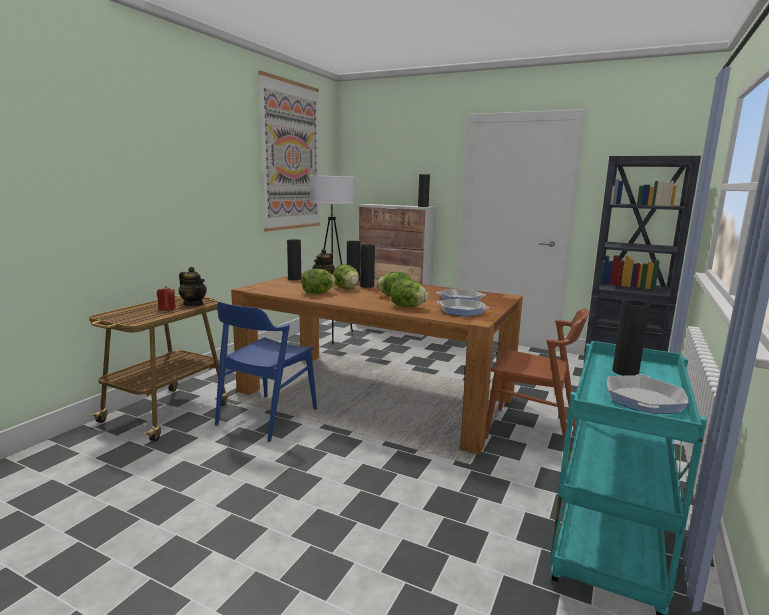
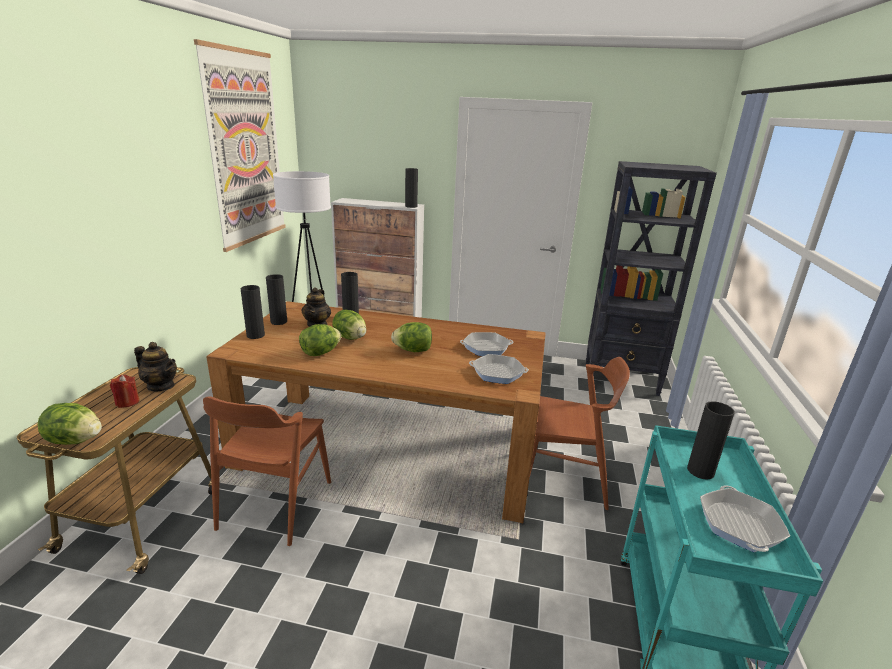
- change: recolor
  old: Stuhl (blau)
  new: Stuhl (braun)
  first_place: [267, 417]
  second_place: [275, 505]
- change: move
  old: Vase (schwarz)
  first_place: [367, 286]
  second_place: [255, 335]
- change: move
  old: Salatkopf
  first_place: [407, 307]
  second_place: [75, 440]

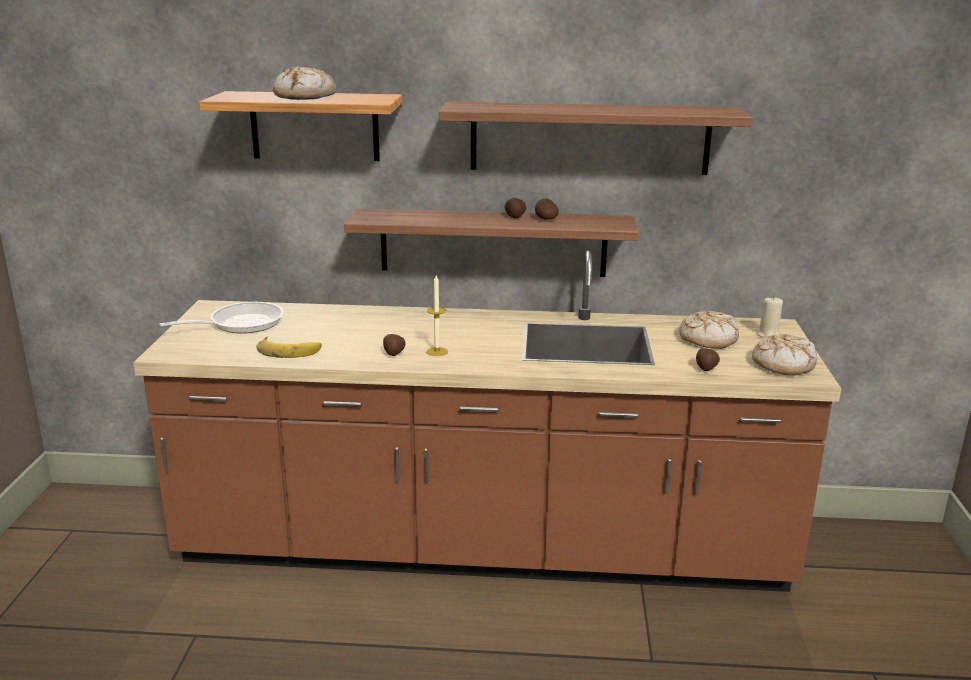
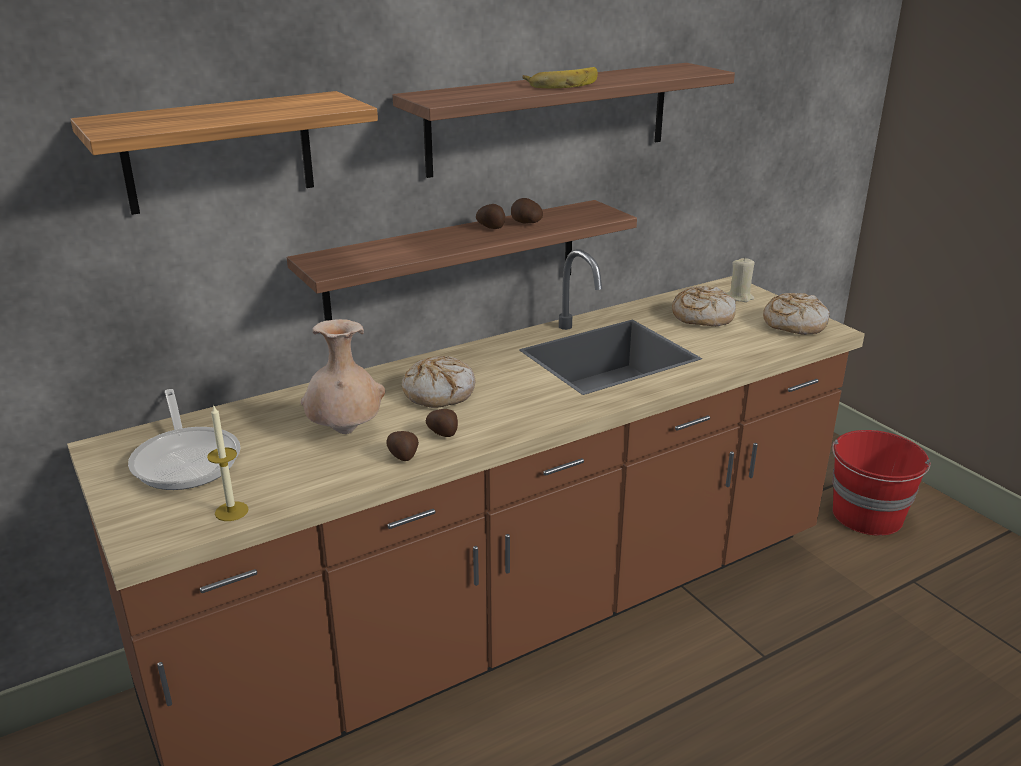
- change: rotate
  old: Pfanne
  first_place: [239, 324]
  second_place: [187, 459]
  degrees: 135
- change: move
  old: Banane
  first_place: [289, 350]
  second_place: [561, 83]
- change: move
  old: Brot
  first_place: [305, 96]
  second_place: [439, 392]
- change: move
  old: Kerze
  first_place: [437, 351]
  second_place: [231, 511]
- change: move
  old: Kartoffel
  first_place: [706, 368]
  second_place: [403, 456]
- change: insert
  new: Vase (beige)
  second_place: [345, 431]
- change: insert
  new: Eimer (rot)
  second_place: [867, 516]

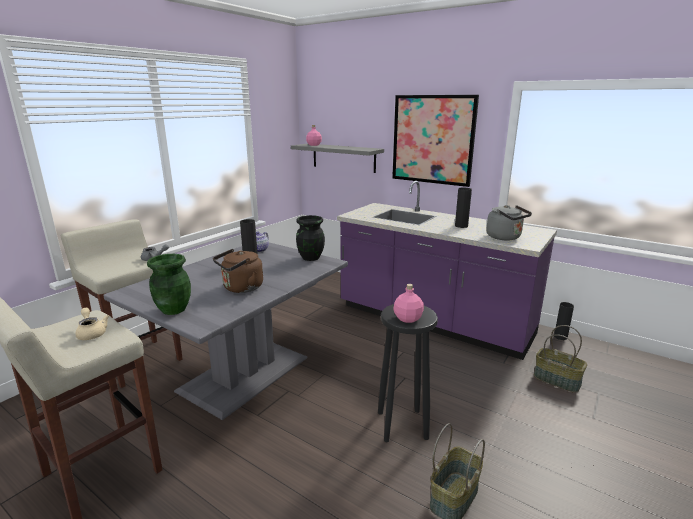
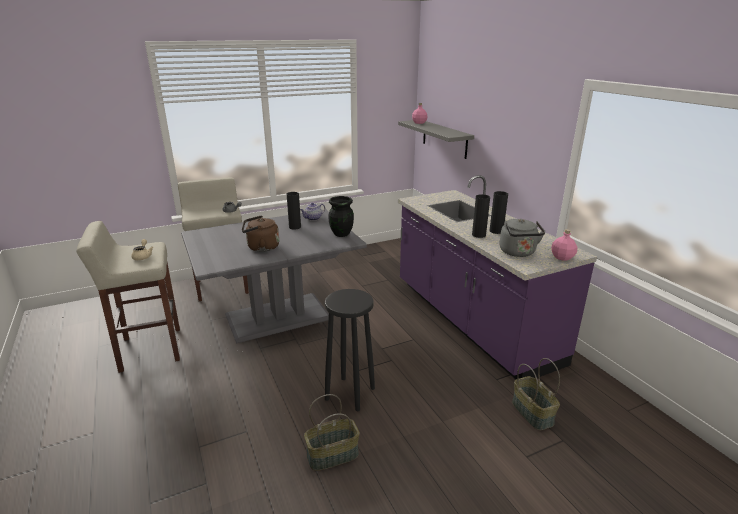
- change: delete
  old: Vase (grün)
  first_place: [174, 309]
- change: delete
  old: Bild
  first_place: [433, 139]
- change: move
  old: Flasche (rosa)
  first_place: [408, 318]
  second_place: [562, 257]
- change: move
  old: Vase (schwarz)
  first_place: [560, 337]
  second_place: [478, 235]

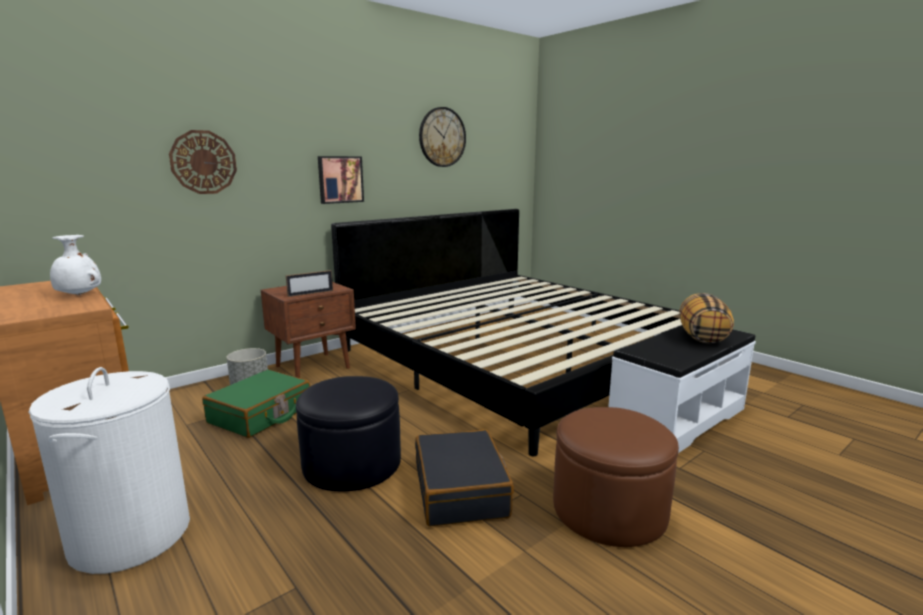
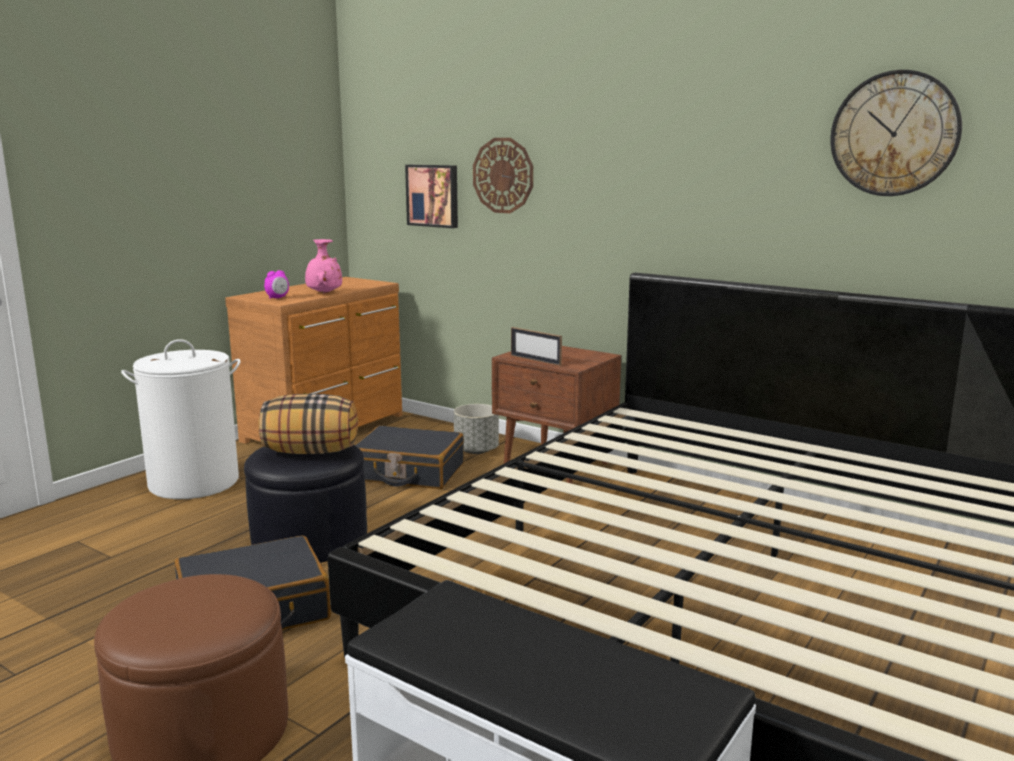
- change: recolor
  old: Vase (weiß)
  new: Vase (rosa)
  first_place: [78, 295]
  second_place: [323, 293]
- change: recolor
  old: Koffer (grün)
  new: Koffer (schwarz)
  first_place: [261, 415]
  second_place: [408, 472]
- change: move
  old: Bild
  first_place: [340, 179]
  second_place: [433, 195]
- change: move
  old: Kissen
  first_place: [702, 337]
  second_place: [311, 452]
- change: insert
  new: Wecker
  second_place: [277, 298]

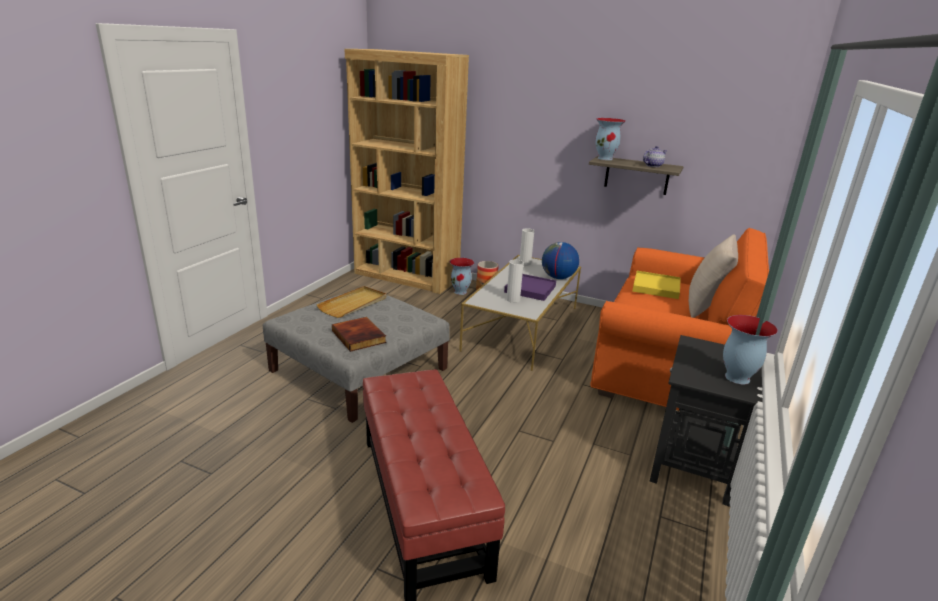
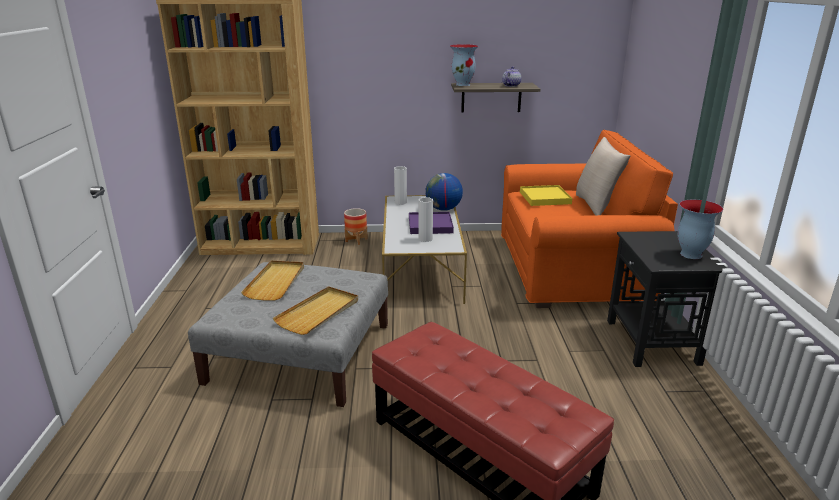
- change: replace
  old: Buch
  new: Tablett (beige)
  first_place: [360, 336]
  second_place: [318, 313]
- change: delete
  old: Vase
  first_place: [461, 292]

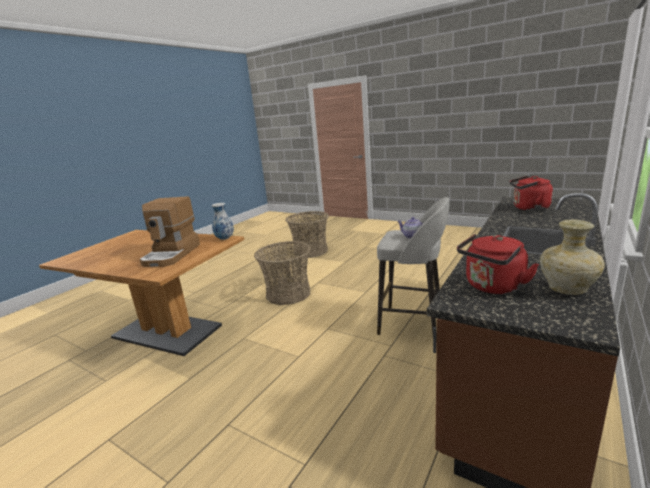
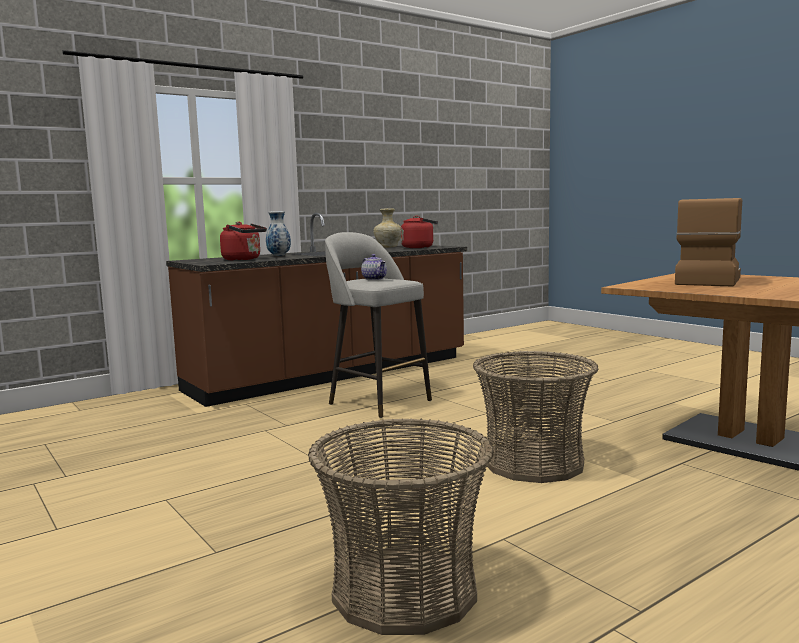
- change: move
  old: Vase
  first_place: [225, 238]
  second_place: [278, 255]

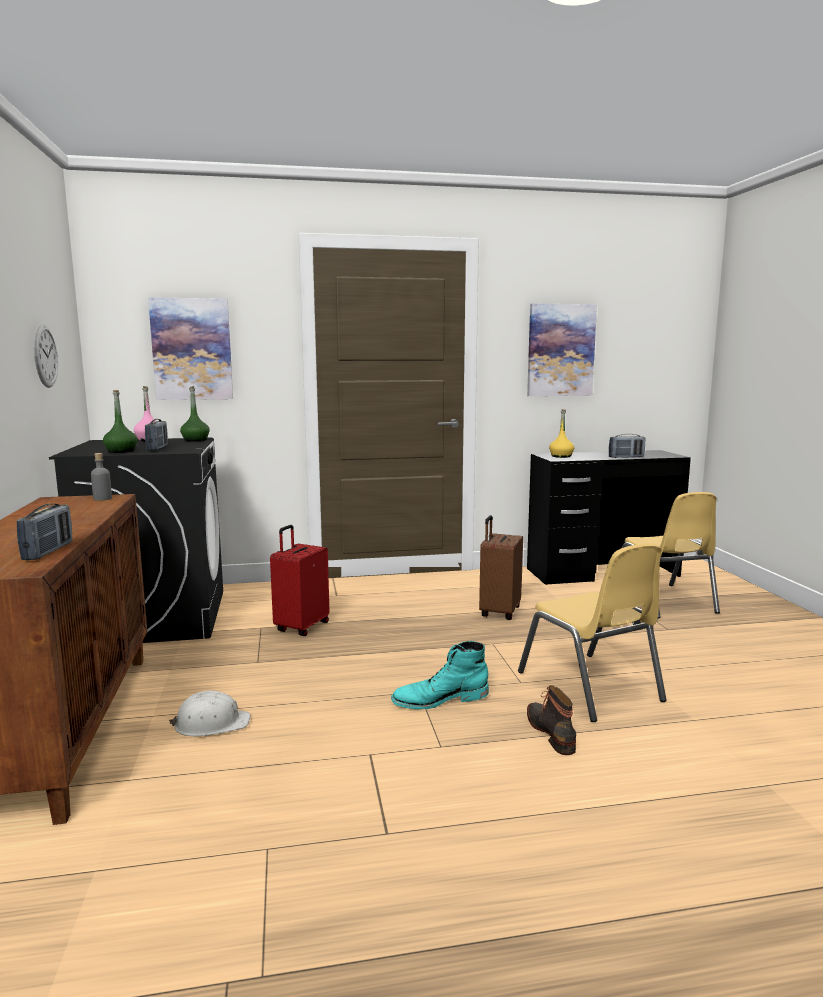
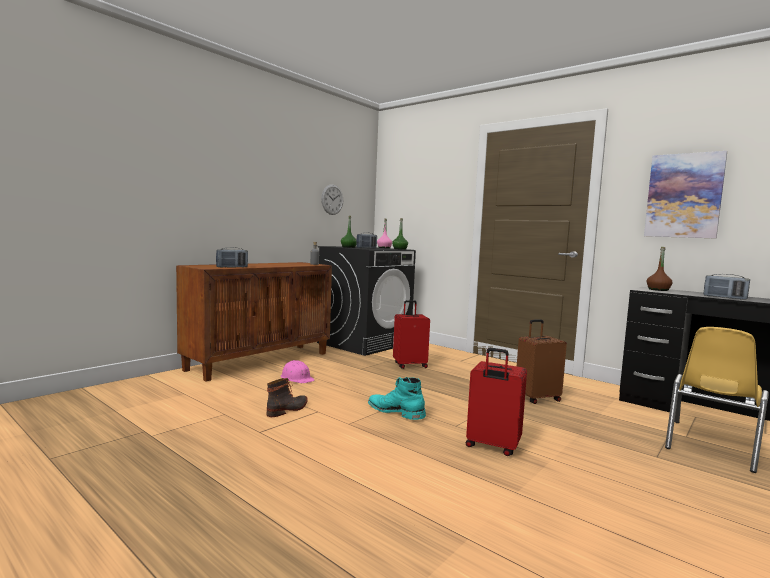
- change: delete
  old: Bild
  first_place: [192, 349]
- change: recolor
  old: Schutzhelm (weiß)
  new: Schutzhelm (rosa)
  first_place: [211, 724]
  second_place: [297, 378]
- change: replace
  old: Stuhl (gelb)
  new: Koffer (rot)
  first_place: [590, 686]
  second_place: [492, 446]
- change: move
  old: Stiefel
  first_place: [552, 732]
  second_place: [288, 409]
- change: recolor
  old: Flasche (gelb)
  new: Flasche (braun)
  first_place: [561, 456]
  second_place: [658, 290]

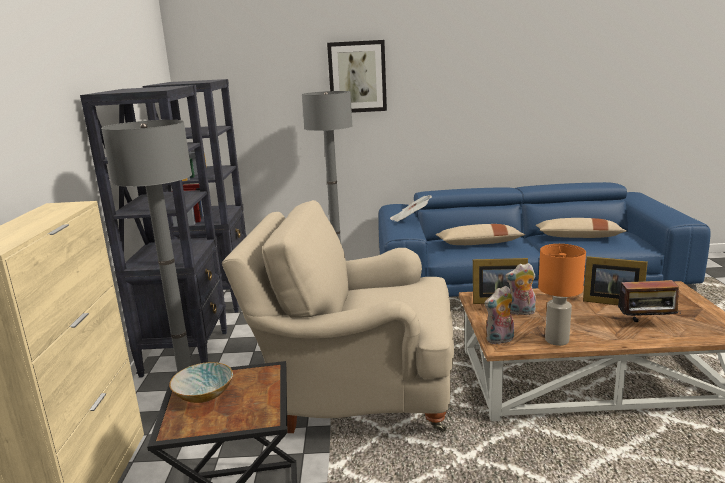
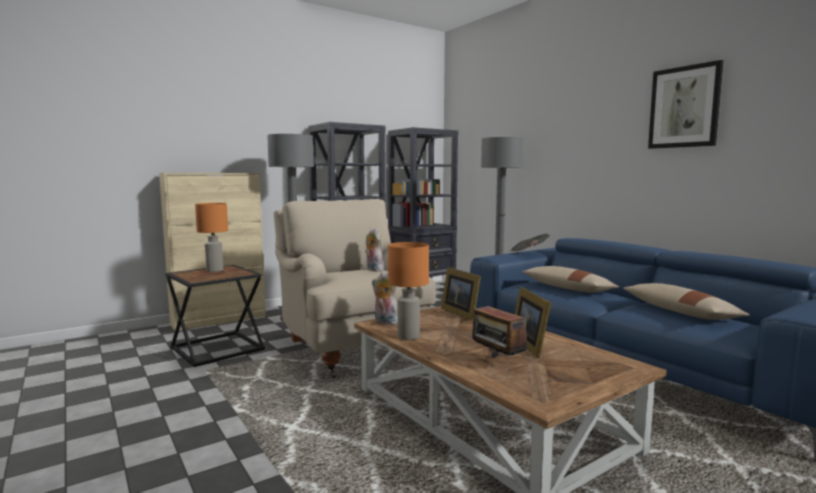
- change: replace
  old: Schüssel
  new: Tischlampe (orange)
  first_place: [204, 394]
  second_place: [215, 270]
- change: move
  old: Bild
  first_place: [357, 77]
  second_place: [684, 107]
- change: move
  old: Plüschtier
  first_place: [521, 312]
  second_place: [373, 269]

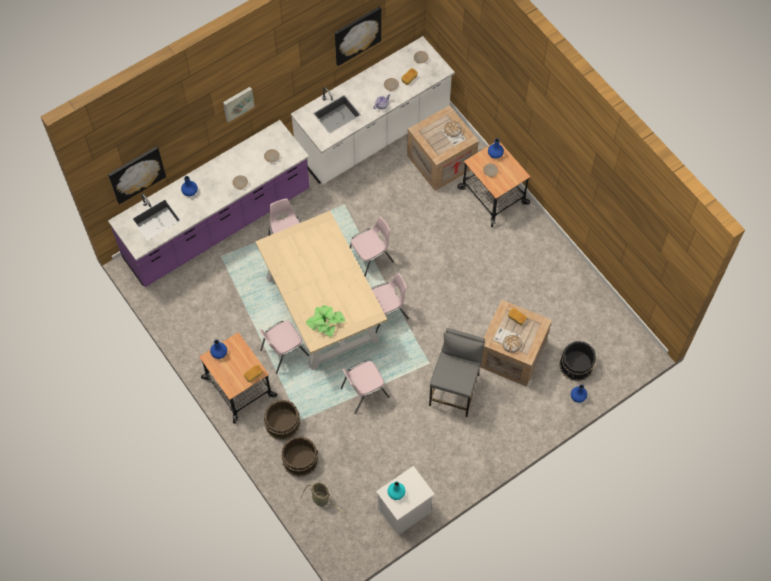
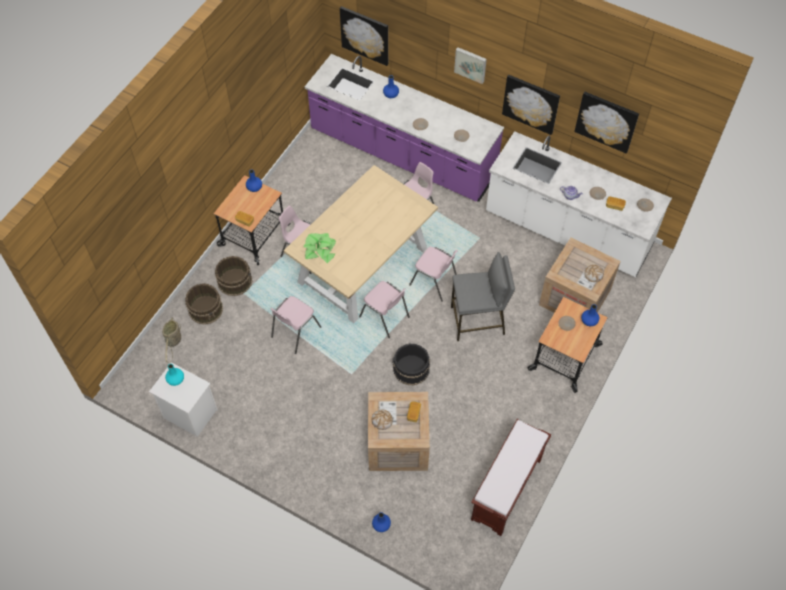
- change: rotate
  old: Stuhl (rosa)
  first_place: [364, 392]
  second_place: [295, 332]
  degrees: -90
- change: move
  old: Hocker (grau)
  first_place: [455, 390]
  second_place: [478, 321]
- change: move
  old: Eimer (schwarz)
  first_place: [577, 365]
  second_place: [411, 369]
- change: insert
  new: Bank (braun)
  second_place: [506, 490]
- change: insert
  new: Bild
  second_place: [531, 103]

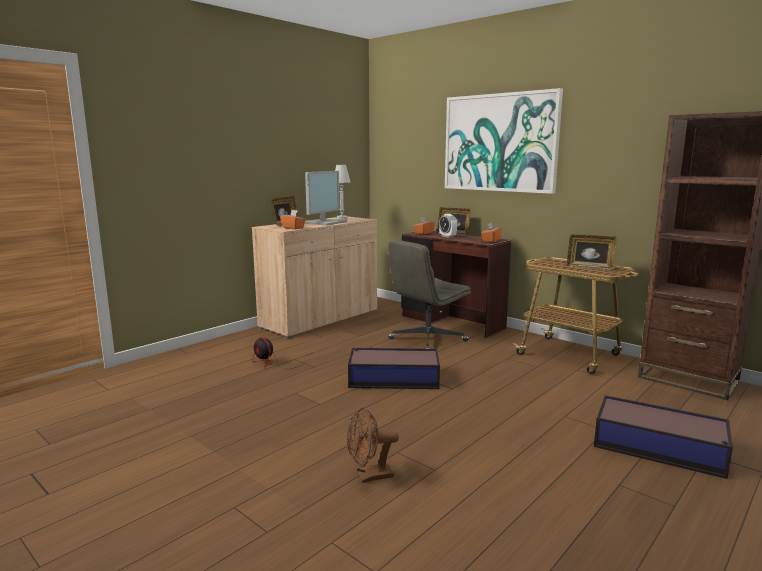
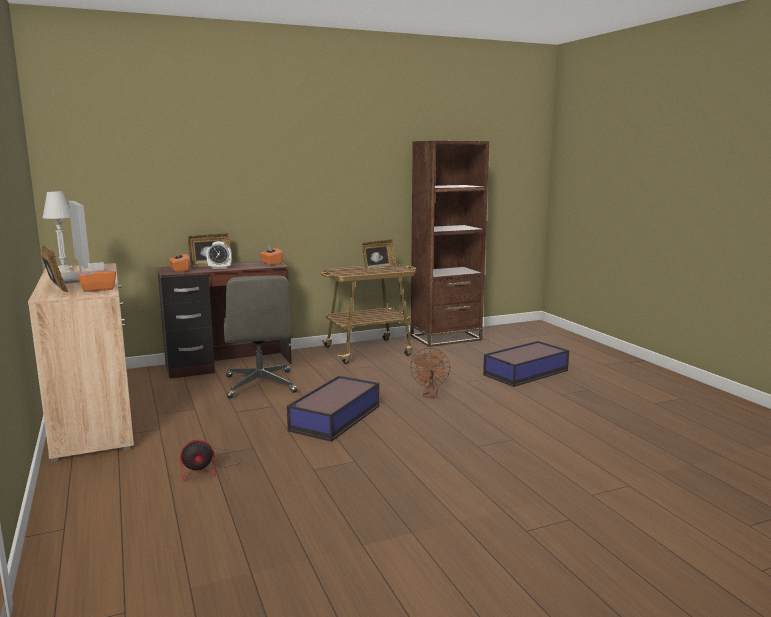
- change: move
  old: Ventilator (braun)
  first_place: [369, 476]
  second_place: [430, 395]
- change: delete
  old: Bild
  first_place: [500, 143]

